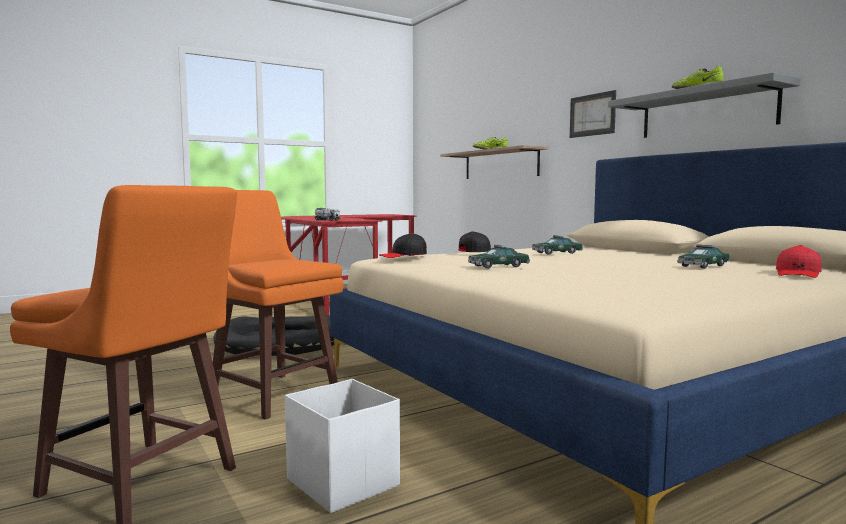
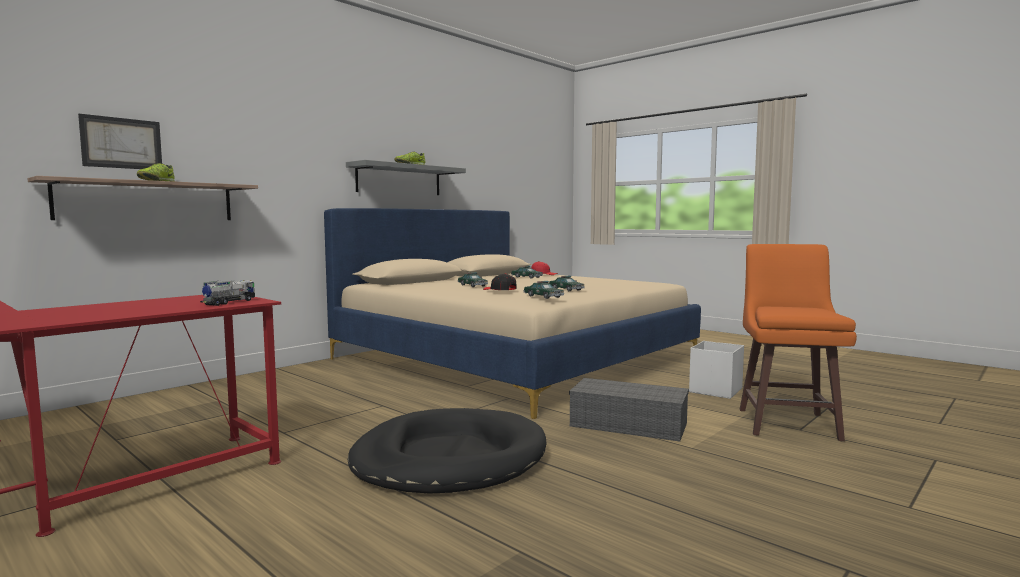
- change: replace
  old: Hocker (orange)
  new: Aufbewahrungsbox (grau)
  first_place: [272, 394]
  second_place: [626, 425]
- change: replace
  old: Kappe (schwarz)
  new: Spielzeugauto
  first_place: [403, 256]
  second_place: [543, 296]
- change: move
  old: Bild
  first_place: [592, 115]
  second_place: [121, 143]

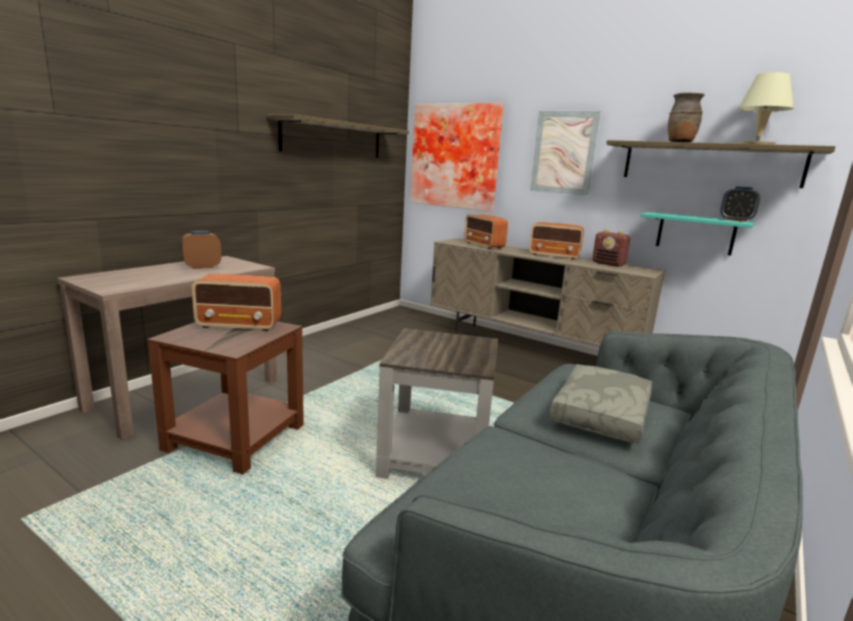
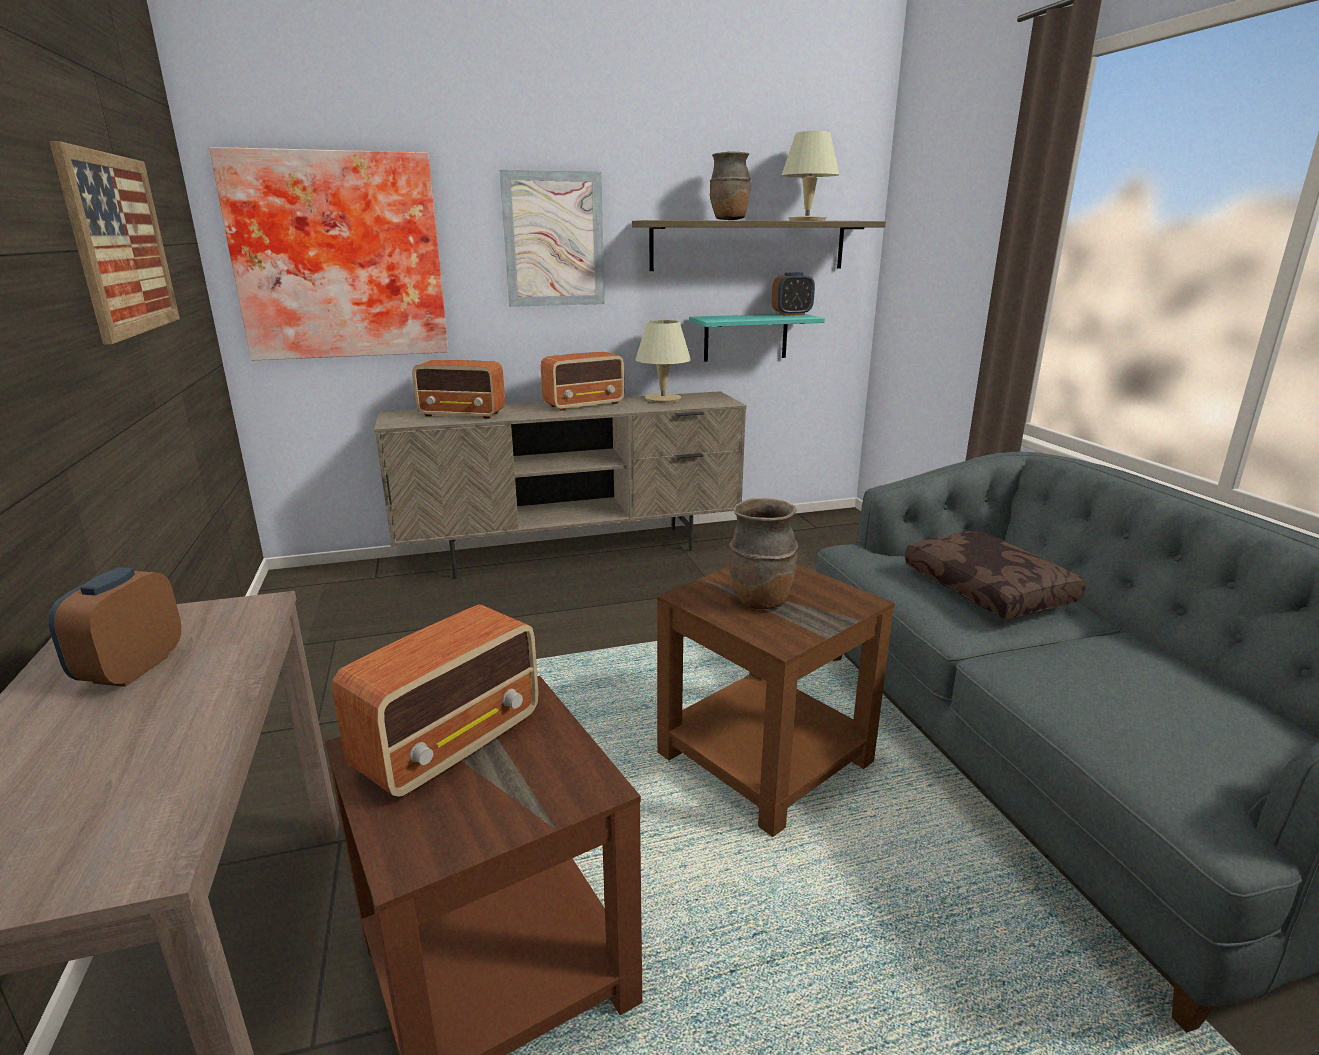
- change: replace
  old: Wandregal
  new: Bild
  first_place: [333, 139]
  second_place: [121, 245]
- change: recolor
  old: Beistelltisch (grau)
  new: Beistelltisch (braun)
  first_place: [437, 457]
  second_place: [767, 757]
- change: recolor
  old: Kissen (grau)
  new: Kissen (braun)
  first_place: [603, 415]
  second_place: [989, 589]
- change: replace
  old: Radio
  new: Tischlampe (beige)
  first_place: [608, 264]
  second_place: [663, 399]
- change: insert
  new: Vase (braun)
  second_place: [760, 601]

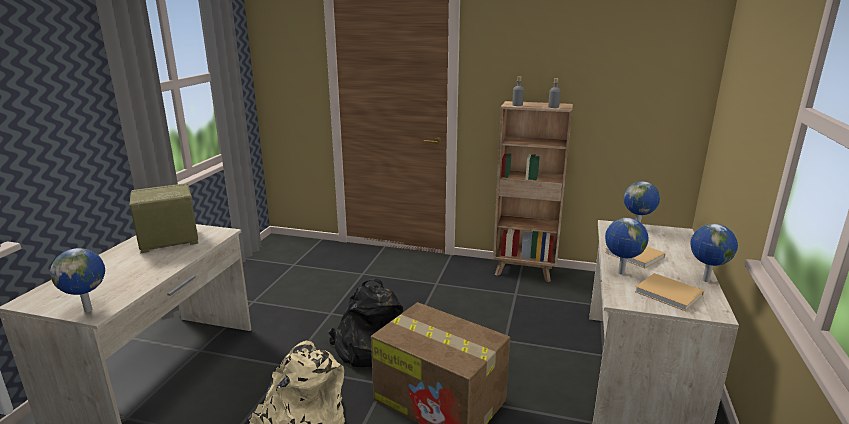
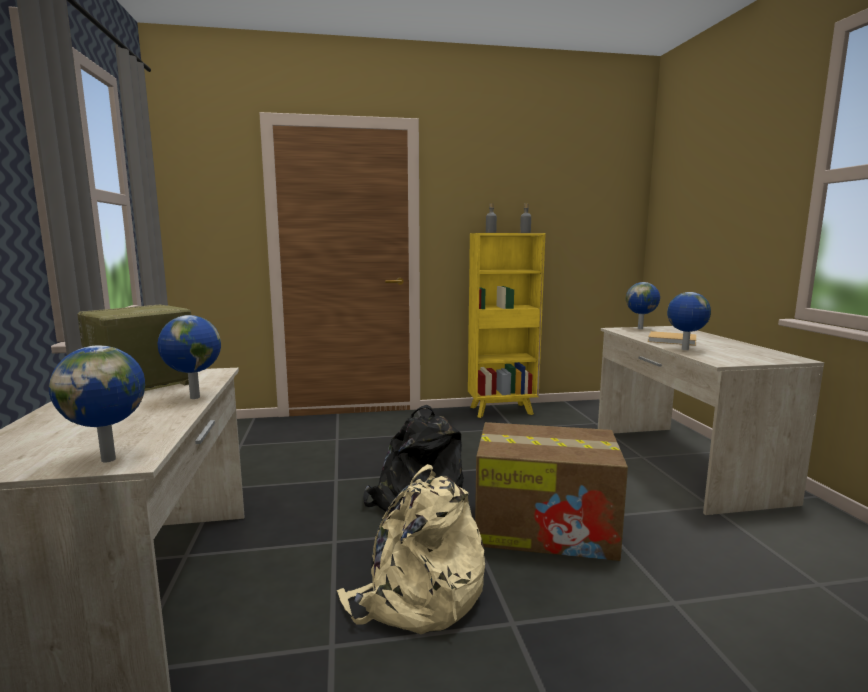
- change: recolor
  old: Bücherregal (braun)
  new: Bücherregal (gelb)
  first_place: [525, 271]
  second_place: [502, 411]
- change: delete
  old: Buch (beige)
  first_place: [670, 294]
- change: move
  old: Globus
  first_place: [705, 280]
  second_place: [193, 397]

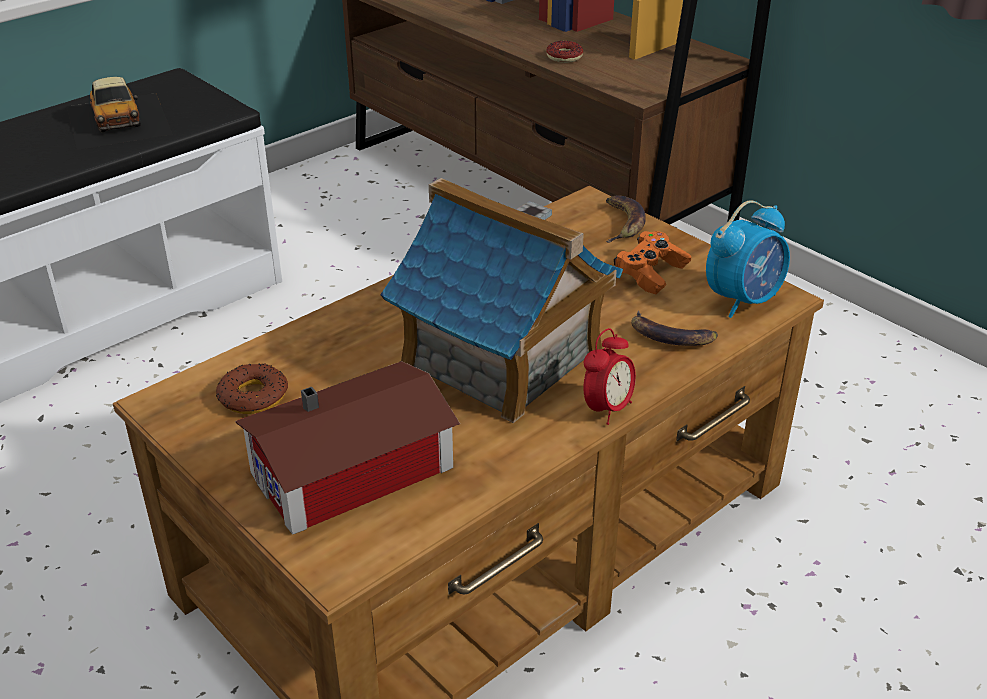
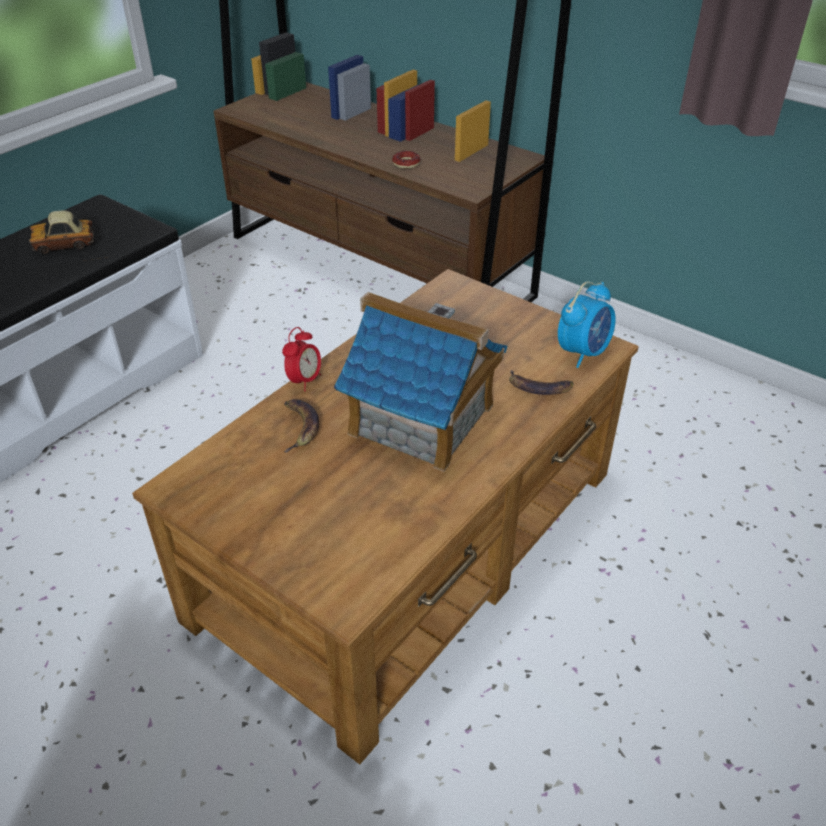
- change: rotate
  old: Spielzeugauto
  first_place: [119, 119]
  second_place: [64, 245]
  degrees: 105
- change: delete
  old: Donut
  first_place: [253, 396]
- change: delete
  old: Spielzeughaus
  first_place: [359, 471]
- change: move
  old: Wecker
  first_place: [607, 409]
  second_place: [304, 381]
- change: move
  old: Banane
  first_place: [622, 223]
  second_place: [299, 427]
- change: delete
  old: Gamepad (orange)
  first_place: [650, 273]

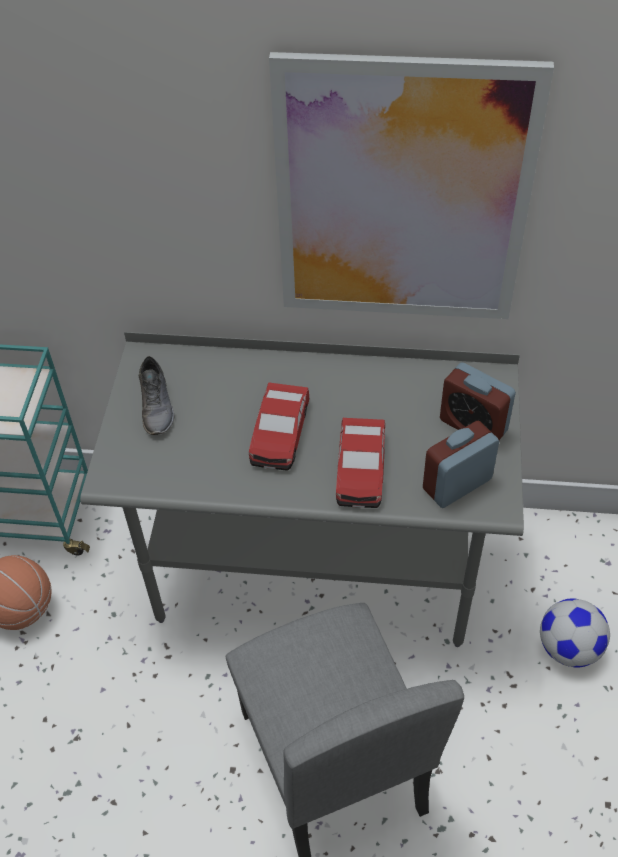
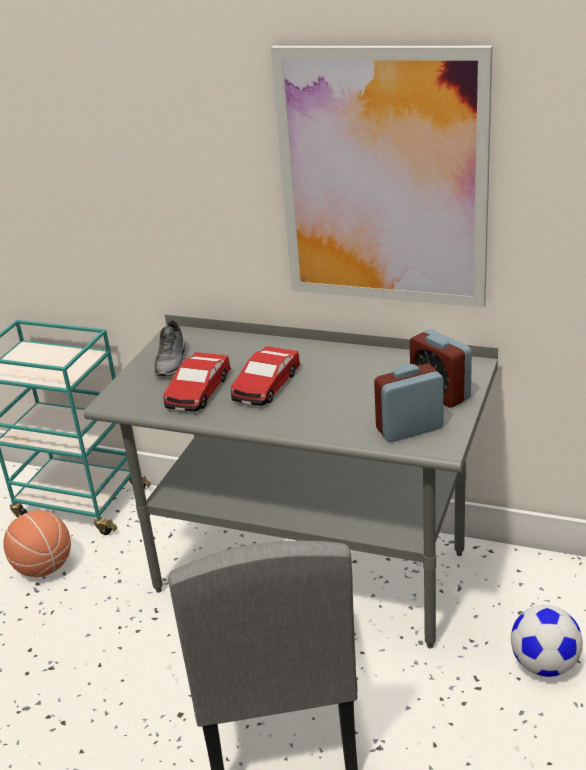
- change: move
  old: Spielzeugauto
  first_place: [360, 469]
  second_place: [198, 391]

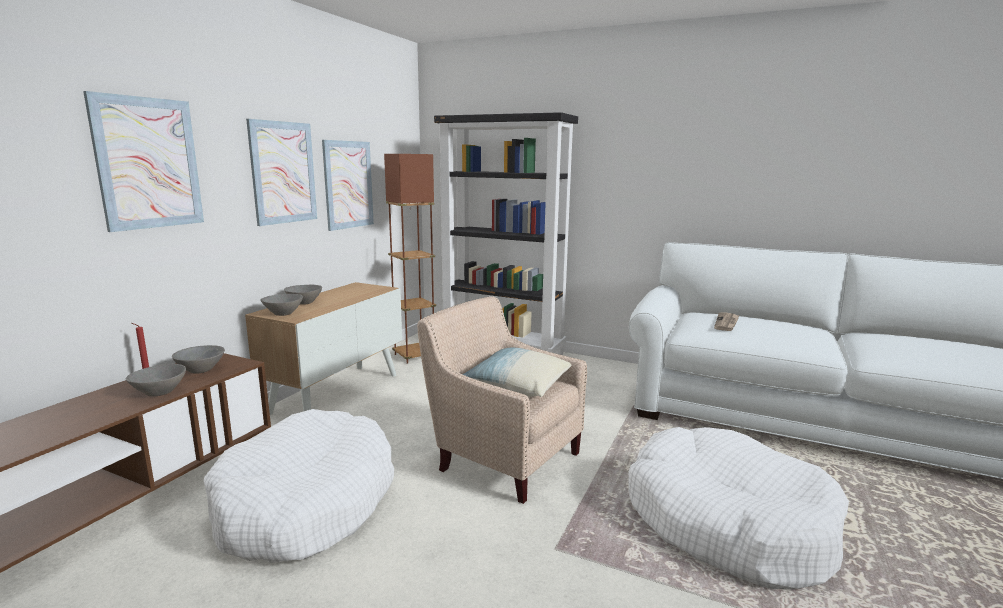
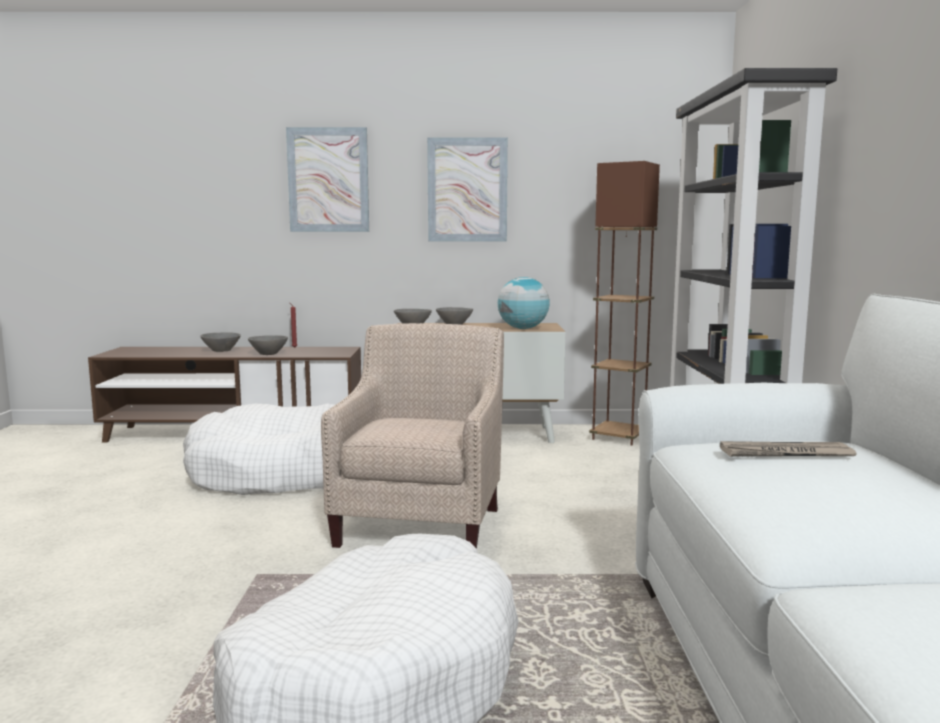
- change: move
  old: Schüssel (grau)
  first_place: [201, 370]
  second_place: [221, 351]
- change: delete
  old: Bild
  first_place: [348, 184]
- change: delete
  old: Kissen
  first_place: [517, 386]
- change: insert
  new: Globus
  second_place: [523, 328]

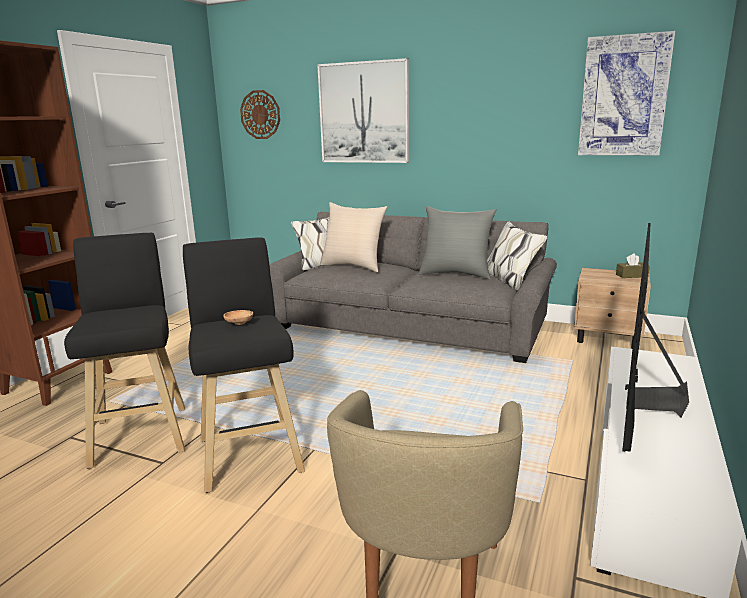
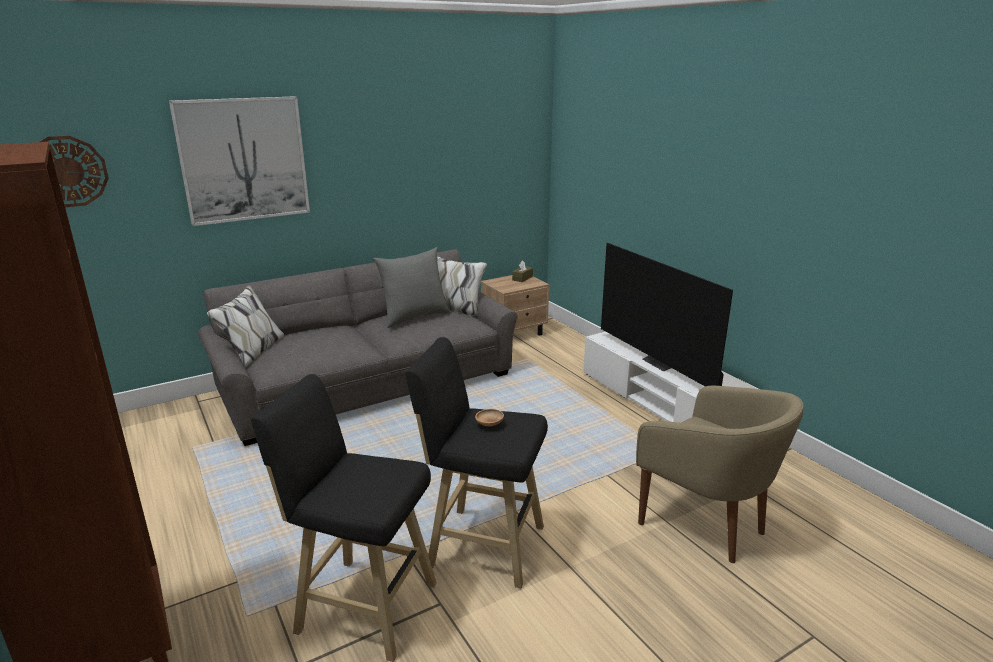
- change: delete
  old: Kissen (beige)
  first_place: [353, 266]
- change: delete
  old: Bild
  first_place: [623, 96]

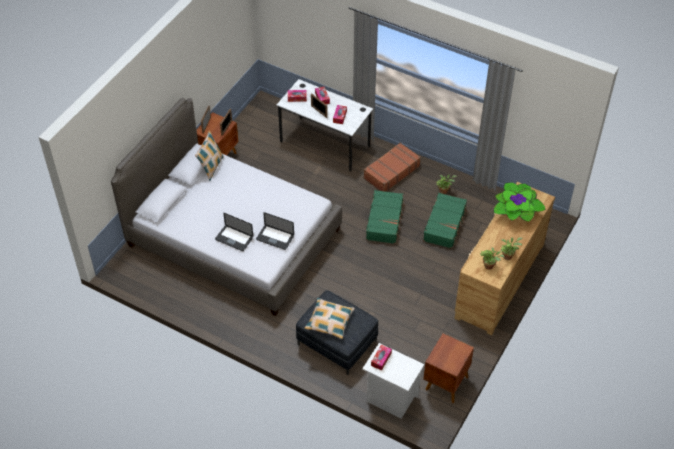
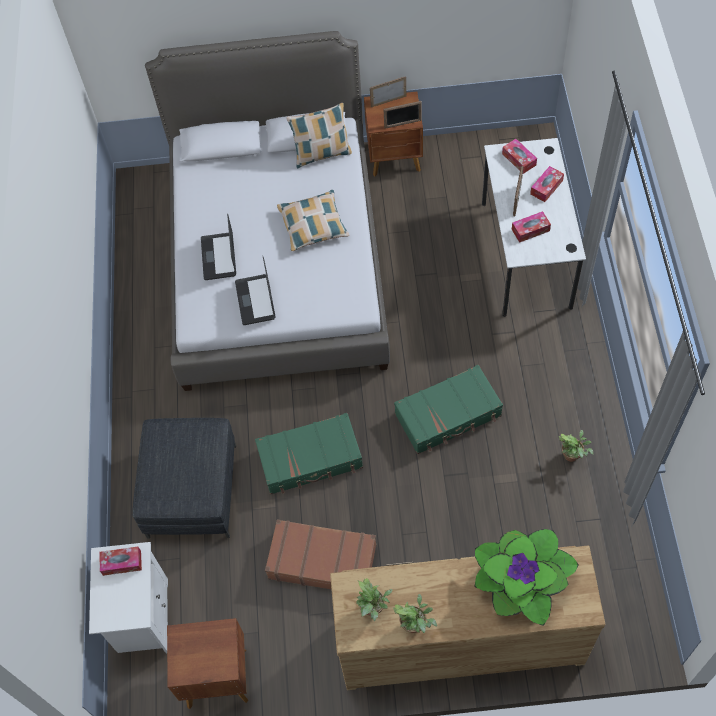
- change: move
  old: Kissen
  first_place: [329, 321]
  second_place: [313, 225]
- change: move
  old: Koffer (braun)
  first_place: [391, 172]
  second_place: [322, 561]
- change: move
  old: Koffer (grün)
  first_place: [445, 225]
  second_place: [310, 459]

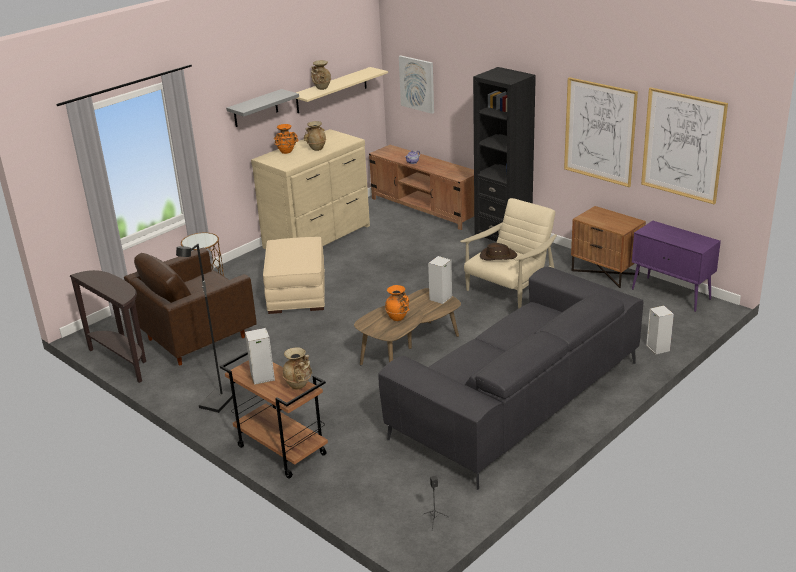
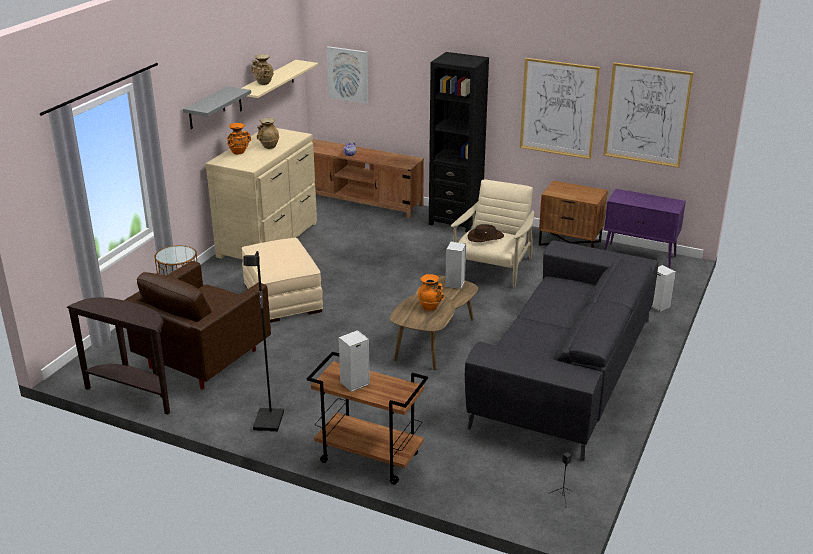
- change: delete
  old: Vase (beige)
  first_place: [299, 385]

